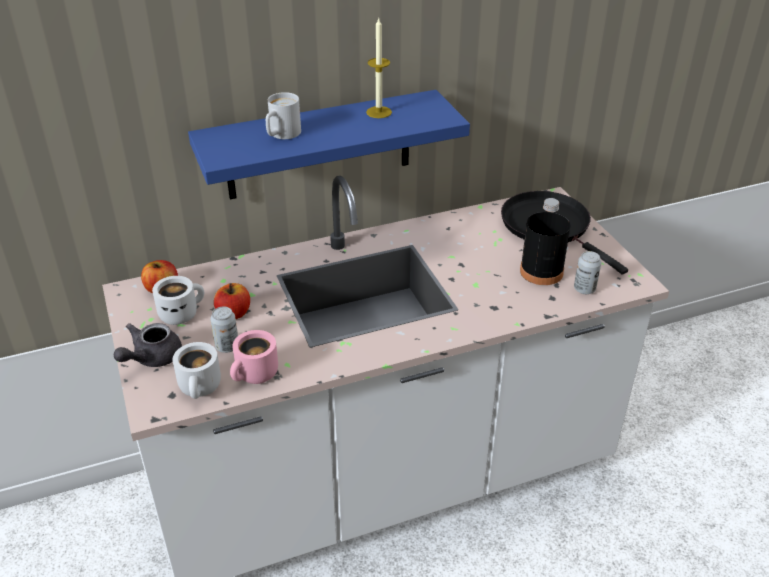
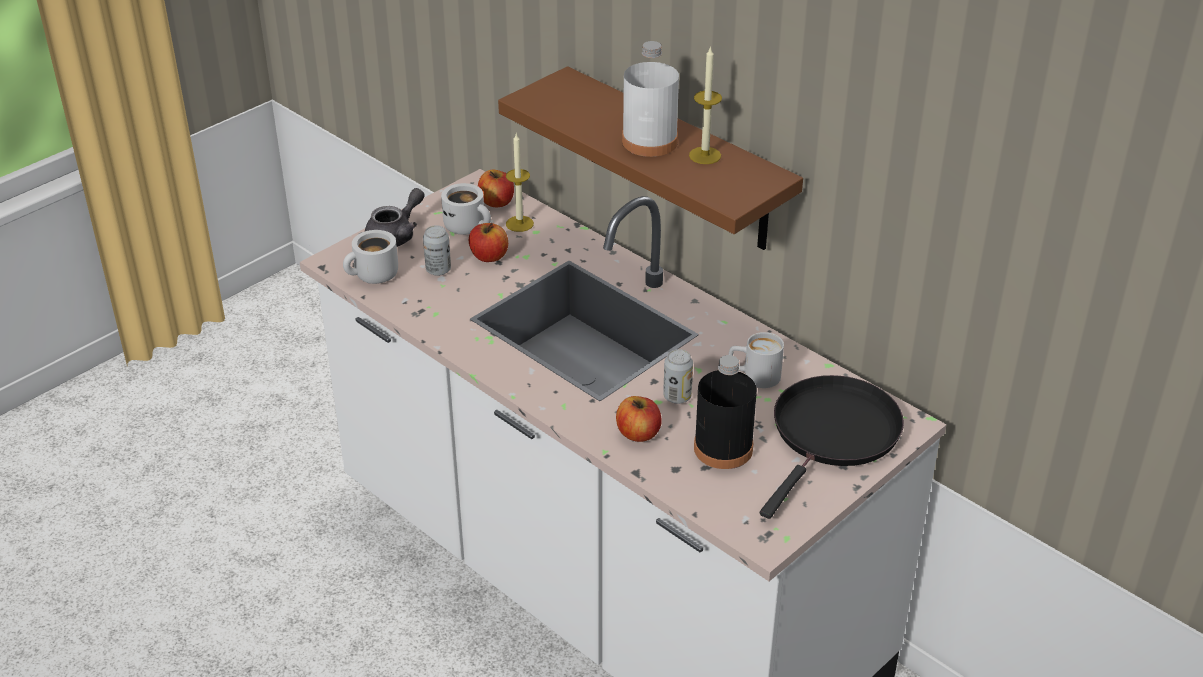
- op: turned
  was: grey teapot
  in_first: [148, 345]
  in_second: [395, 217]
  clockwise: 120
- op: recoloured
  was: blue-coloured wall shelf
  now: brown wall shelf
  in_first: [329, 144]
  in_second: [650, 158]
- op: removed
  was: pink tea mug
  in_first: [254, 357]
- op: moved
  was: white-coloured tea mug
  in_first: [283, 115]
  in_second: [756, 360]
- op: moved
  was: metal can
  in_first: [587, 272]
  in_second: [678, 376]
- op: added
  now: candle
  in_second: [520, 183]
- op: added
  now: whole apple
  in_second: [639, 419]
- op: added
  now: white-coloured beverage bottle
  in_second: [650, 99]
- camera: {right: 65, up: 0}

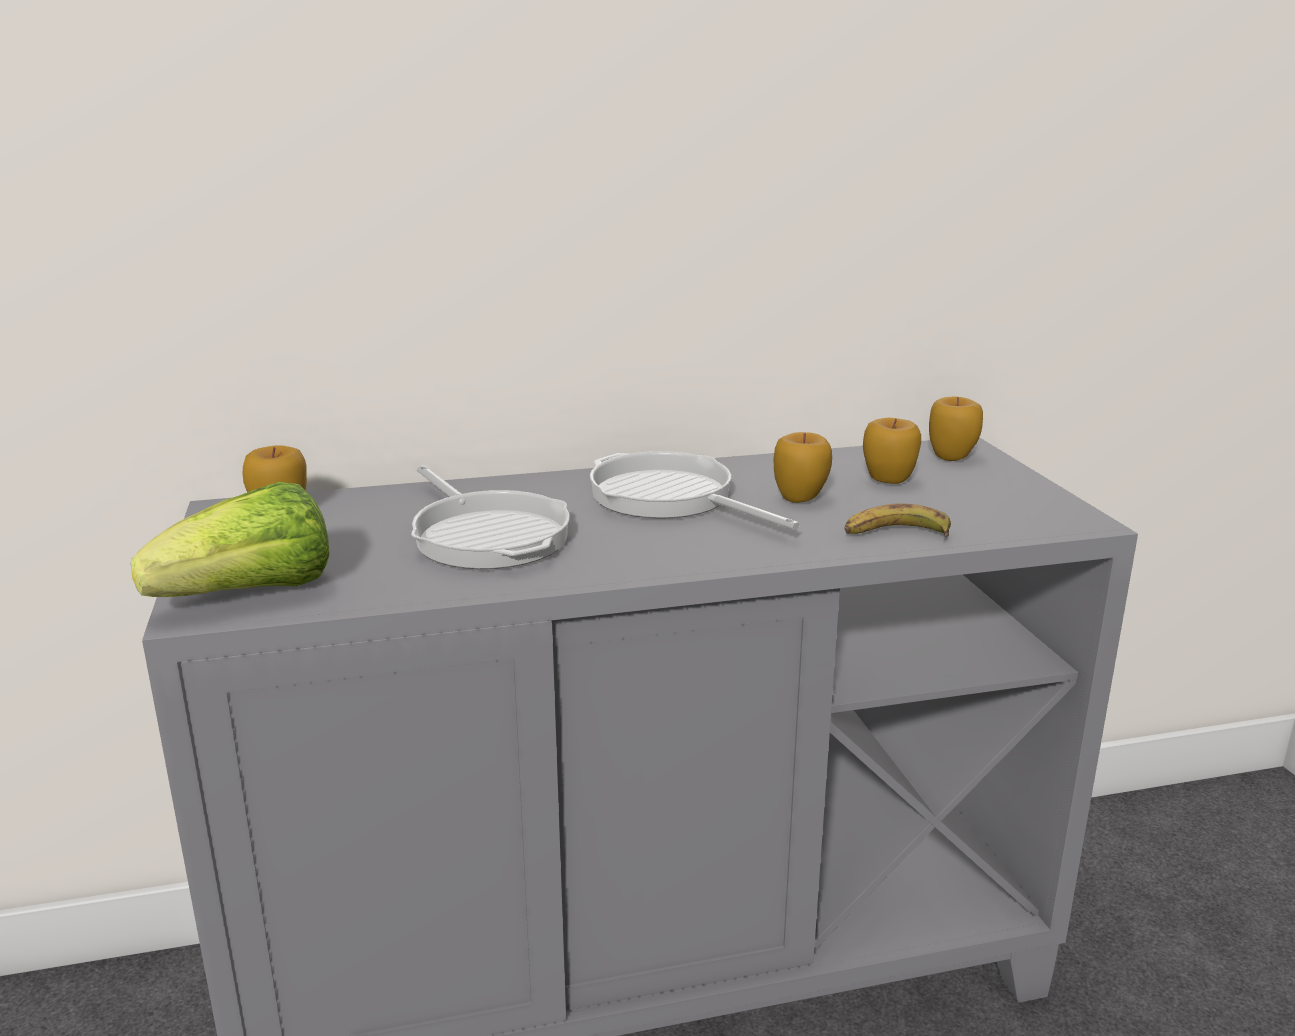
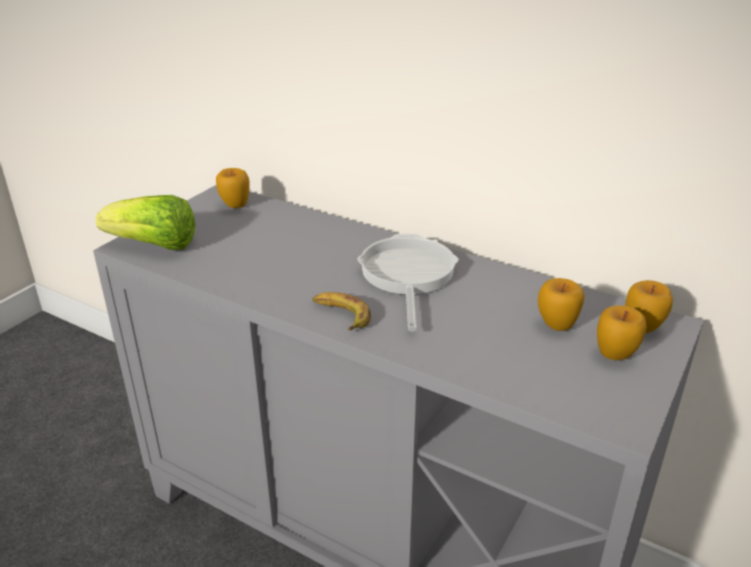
- op: removed
  was: skillet
  in_first: [490, 517]
- op: moved
  was: whole apple
  in_first: [803, 467]
  in_second: [621, 333]
- op: moved
  was: banana fruit
  in_first: [898, 520]
  in_second: [341, 311]
- camera: {right: 45, up: 10}

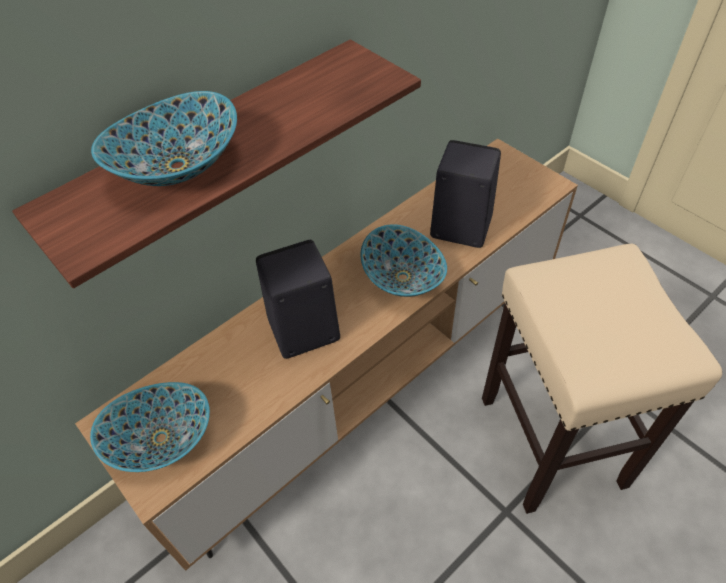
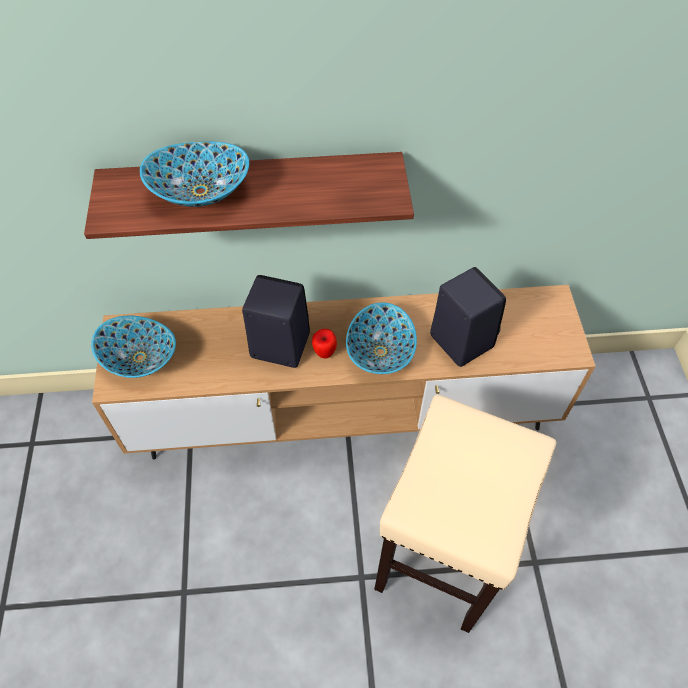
- op: added
  now: whole apple
  in_second: [324, 343]
- camera: {right: 35, up: 5}

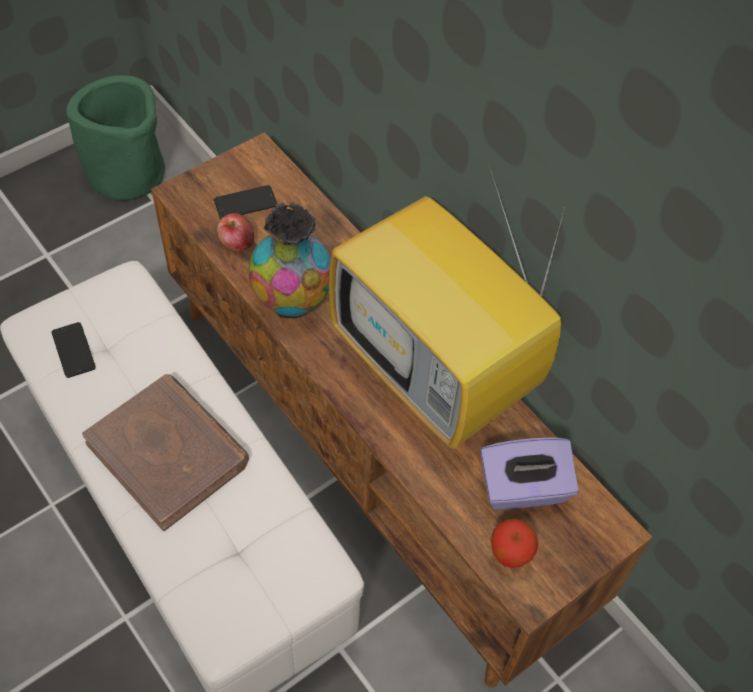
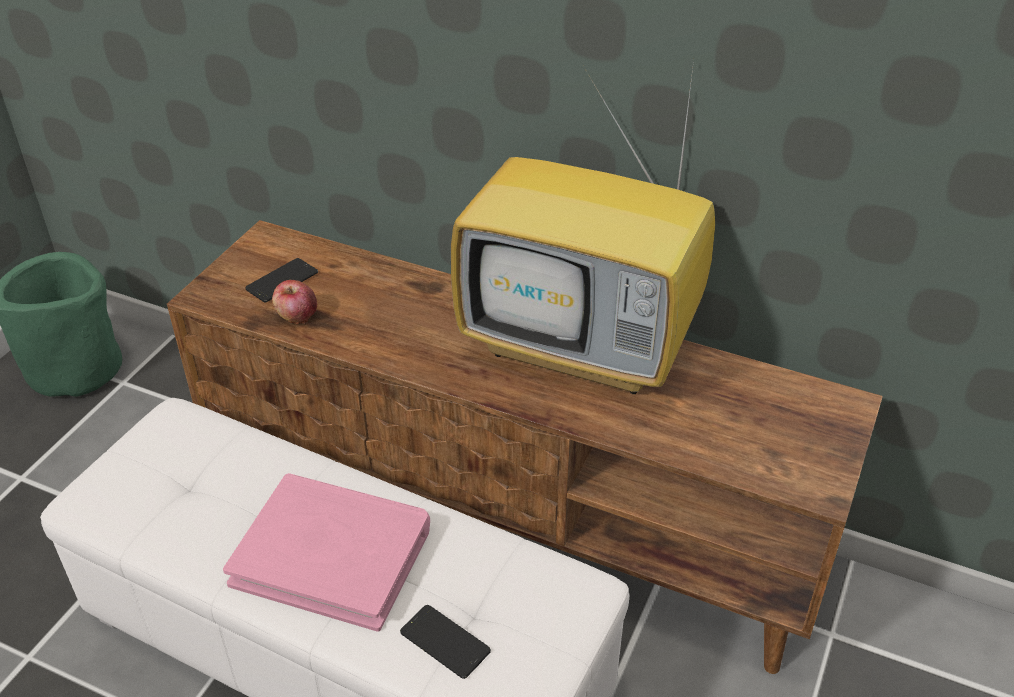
- op: moved
  was: phone
  in_first: [74, 350]
  in_second: [445, 642]
- op: recoloured
  was: brown book
  now: pink book
  in_first: [165, 452]
  in_second: [326, 552]
- op: removed
  was: flower vase
  in_first: [289, 260]
- op: removed
  was: purple-coloured tissue box
  in_first: [529, 473]
- op: removed
  was: whole apple
  in_first: [514, 543]
- camera: {right: -25, up: -15}

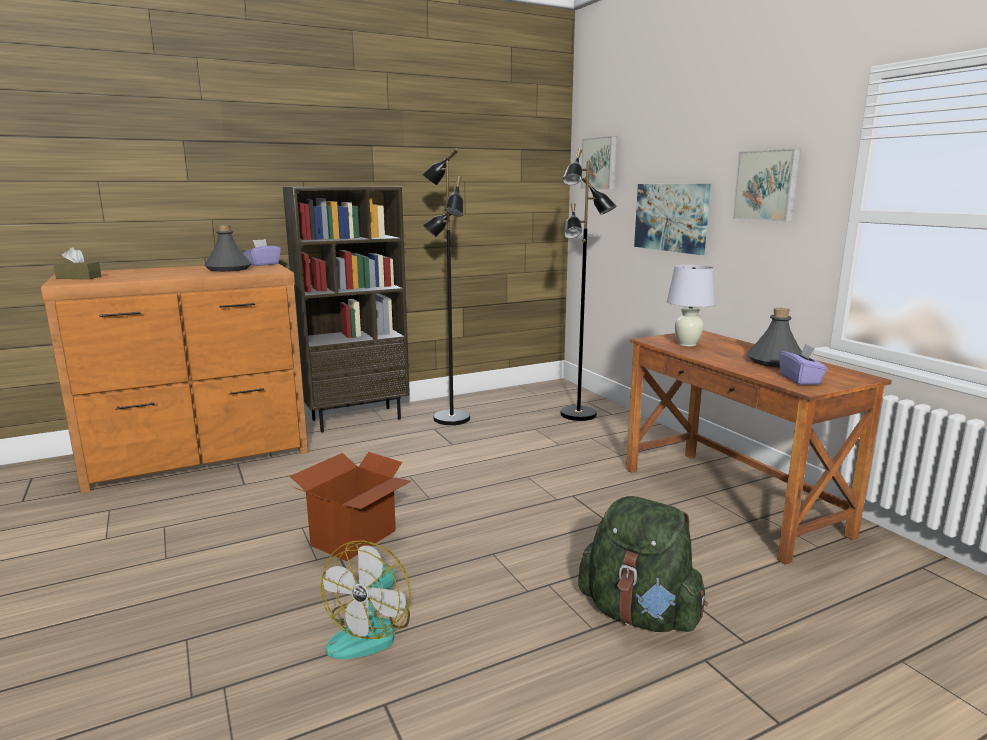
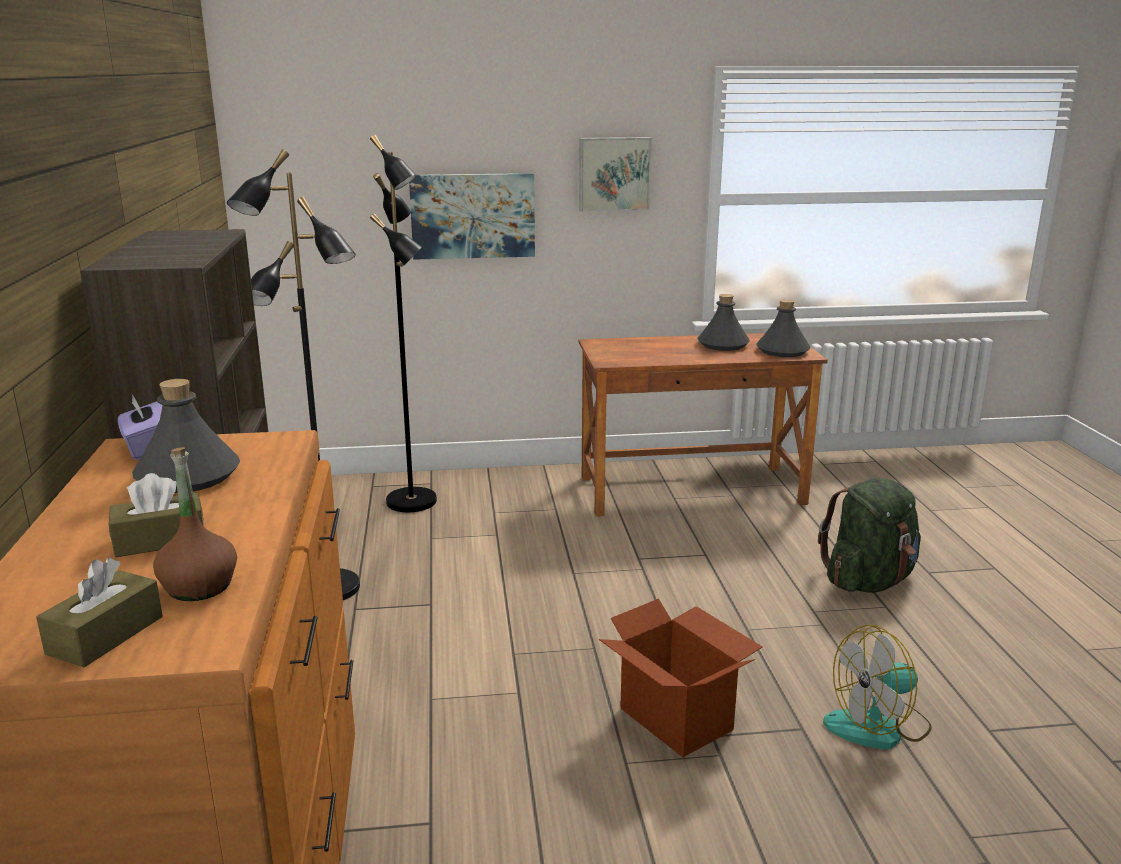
- op: turned
  was: cooling fan
  in_first: [365, 599]
  in_second: [877, 687]
  clockwise: 120
- op: removed
  was: wall art
  in_first: [599, 162]
- op: removed
  was: white-coloured tabletop lamp
  in_first: [691, 306]
- op: replaced
  was: purple-coloured tissue box
  now: grey beverage bottle
  in_first: [803, 364]
  in_second: [783, 328]
- op: added
  now: brown tissue box
  in_second: [156, 515]
- op: added
  now: brown beverage bottle
  in_second: [195, 524]
- camera: {right: -70, up: 5}

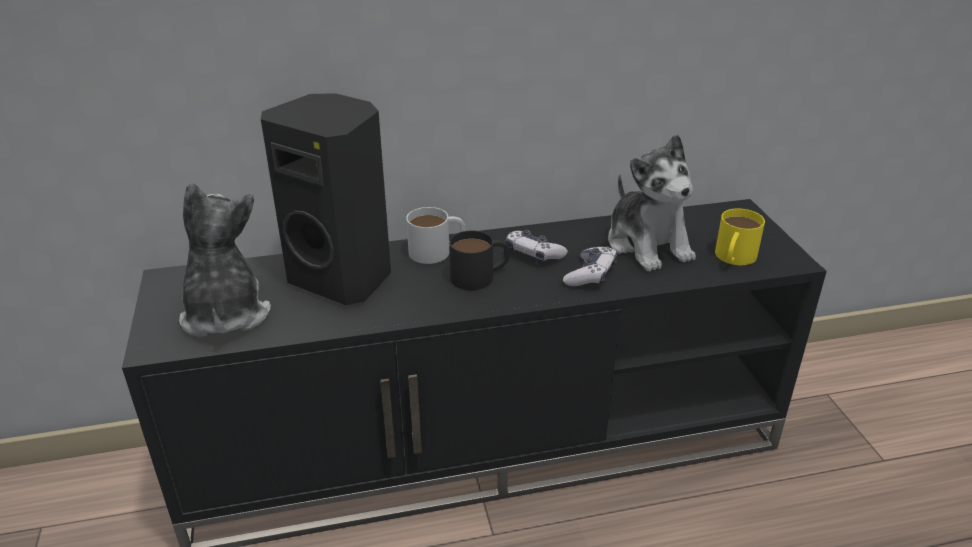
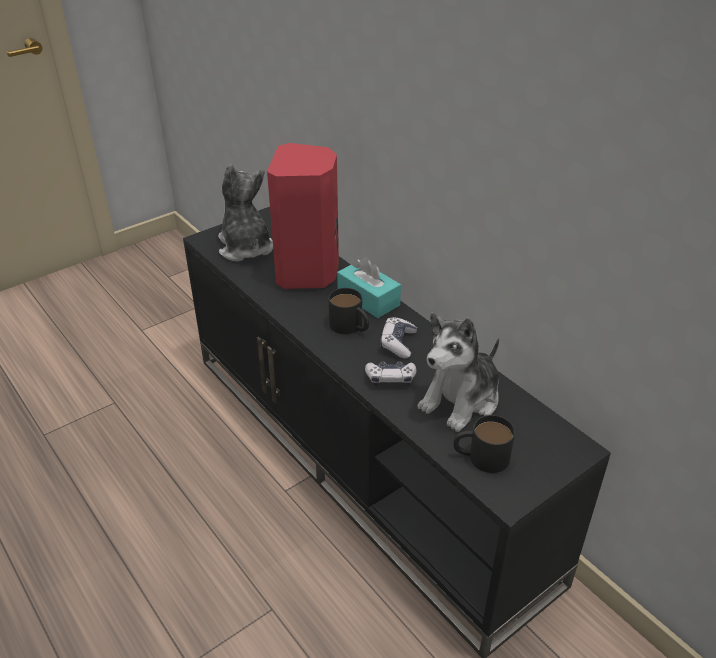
- op: turned
  was: plush toy
  in_first: [225, 260]
  in_second: [245, 213]
  clockwise: -75
- op: recoloured
  was: black-coloured speaker
  now: red speaker
  in_first: [326, 199]
  in_second: [303, 216]
- op: replaced
  was: white-coloured tea mug
  now: turquoise-coloured tissue box
  in_first: [436, 235]
  in_second: [369, 287]
- op: recoloured
  was: yellow-coloured tea mug
  now: black-coloured tea mug
  in_first: [740, 236]
  in_second: [484, 444]
- camera: {right: 65, up: 5}

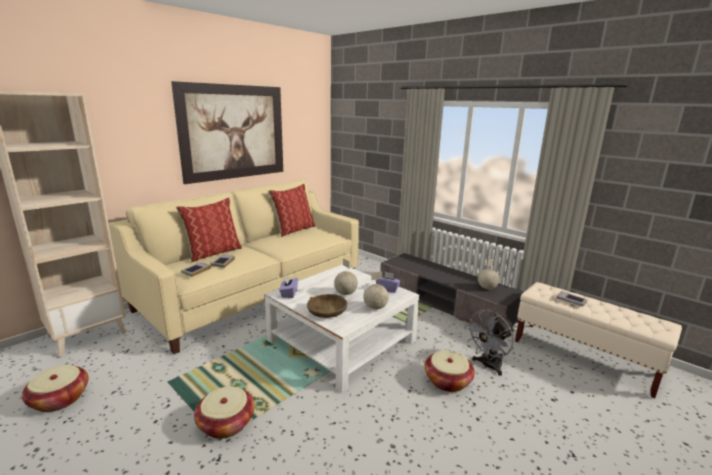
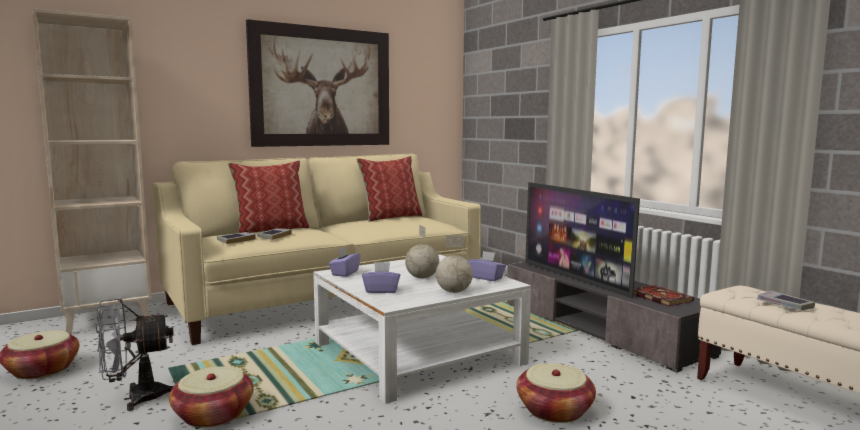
- op: replaced
  was: brown serving bowl
  now: purple-coloured tissue box
  in_first: [327, 306]
  in_second: [381, 277]
- op: moved
  was: grey cooling fan
  in_first: [489, 343]
  in_second: [135, 354]
- op: replaced
  was: world globe
  now: book
  in_first: [489, 274]
  in_second: [663, 295]
- op: added
  now: television
  in_second: [582, 240]
- camera: {right: 15, up: -10}

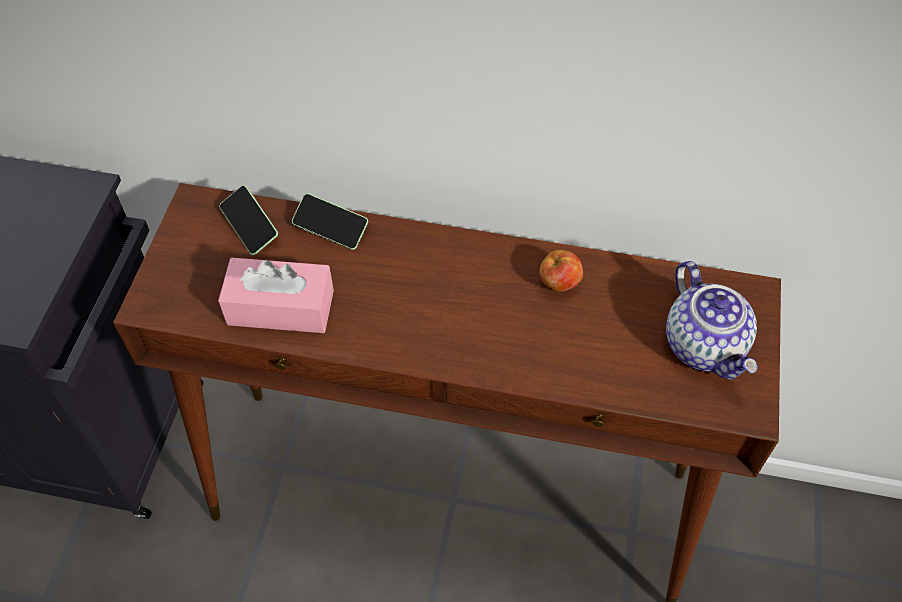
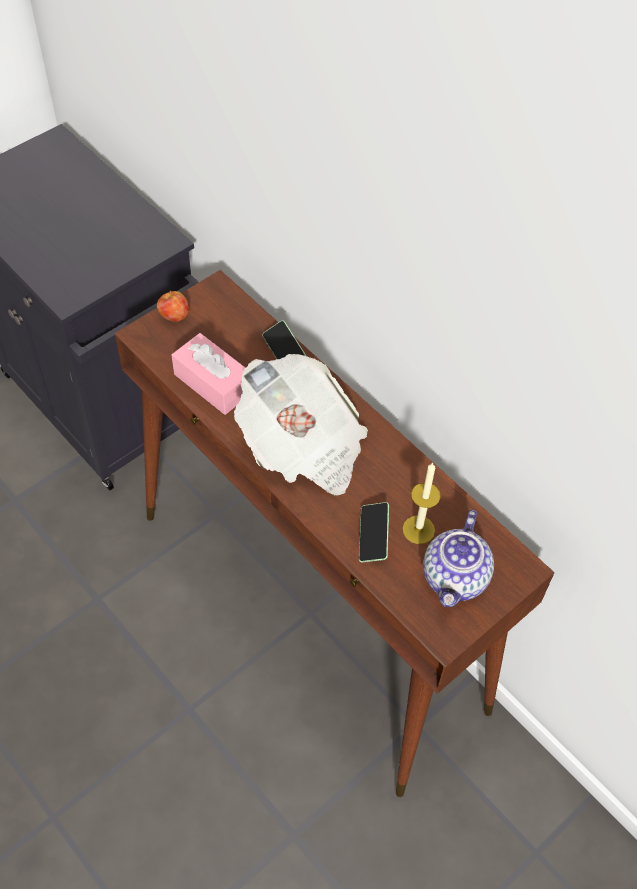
- op: moved
  was: phone
  in_first: [248, 220]
  in_second: [374, 532]
- op: moved
  was: whole apple
  in_first: [561, 270]
  in_second: [173, 306]
- op: added
  now: printed paper
  in_second: [301, 425]
- op: added
  now: candle
  in_second: [421, 503]
- camera: {right: 35, up: 0}

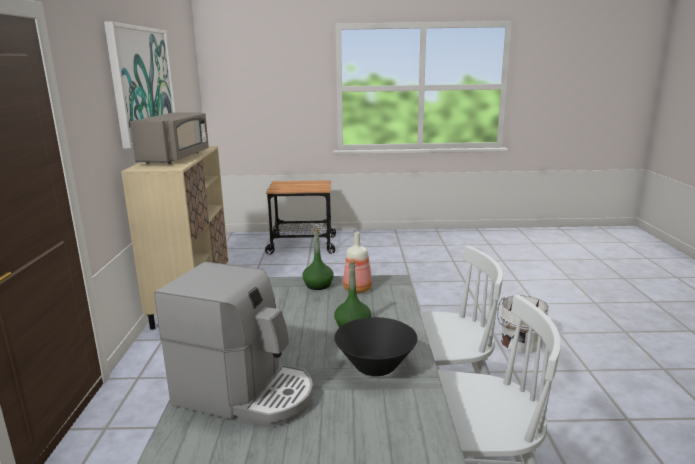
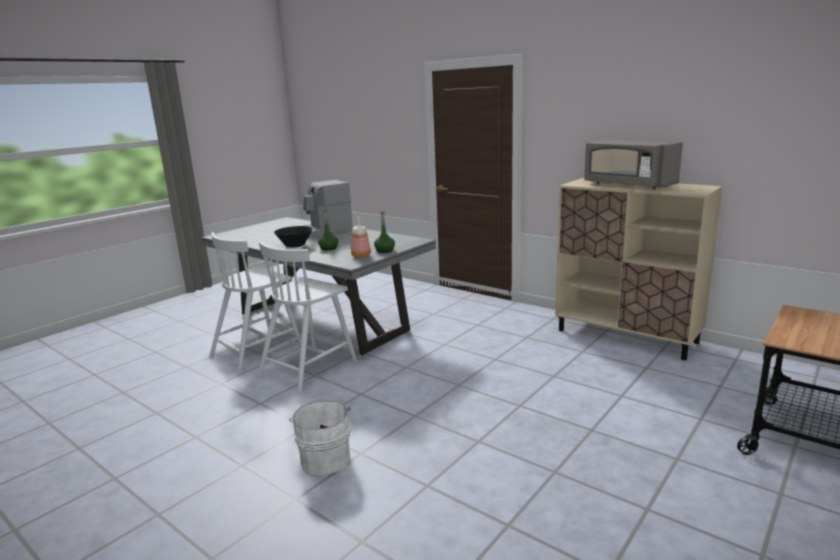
- op: removed
  was: wall art
  in_first: [140, 85]
- camera: {right: 130, up: 0}

